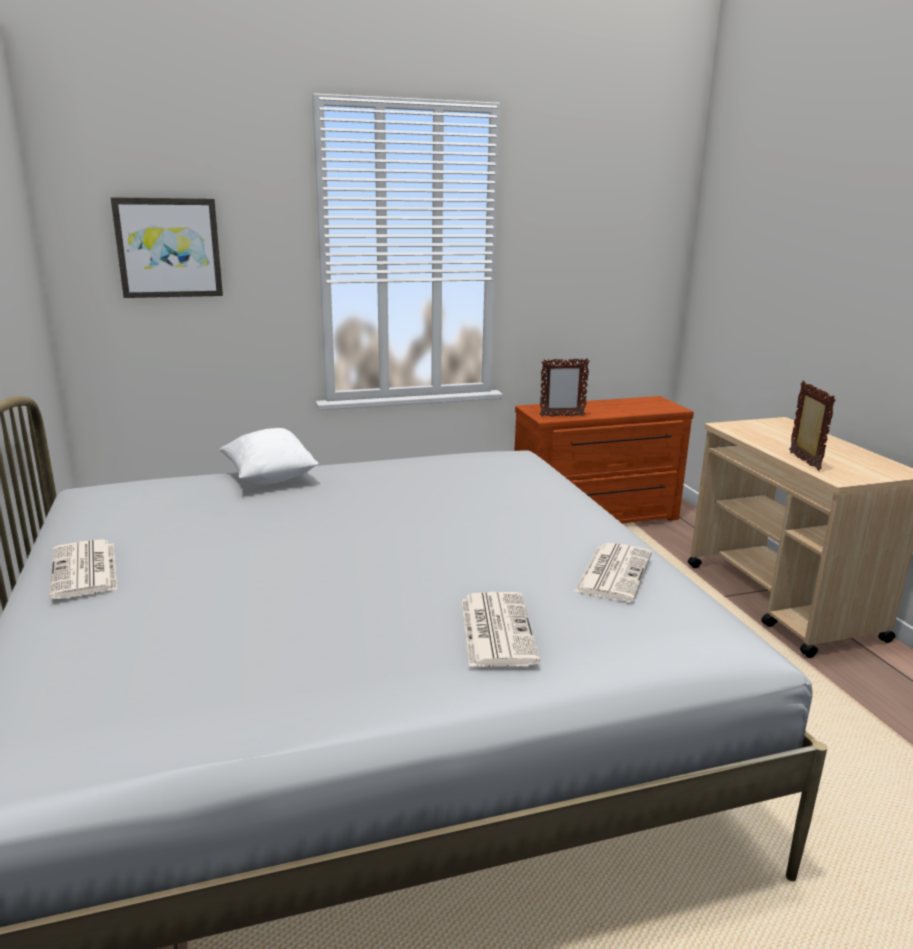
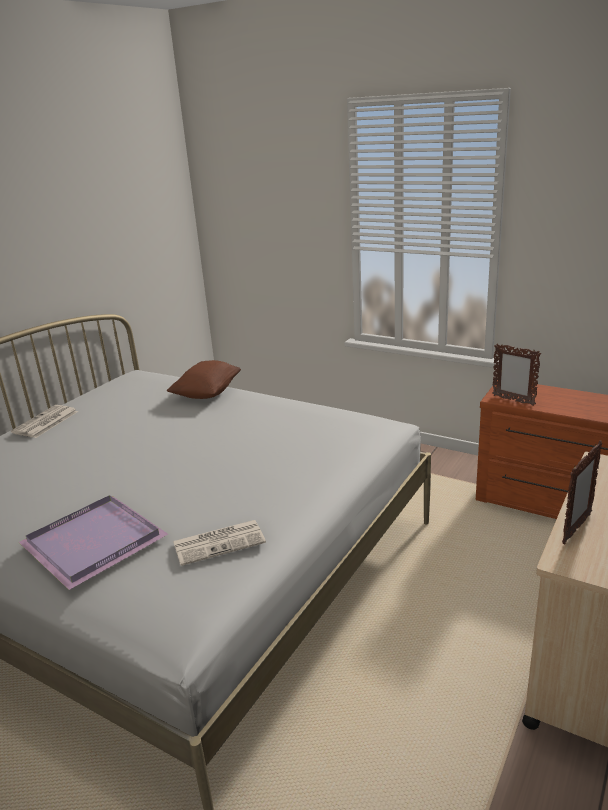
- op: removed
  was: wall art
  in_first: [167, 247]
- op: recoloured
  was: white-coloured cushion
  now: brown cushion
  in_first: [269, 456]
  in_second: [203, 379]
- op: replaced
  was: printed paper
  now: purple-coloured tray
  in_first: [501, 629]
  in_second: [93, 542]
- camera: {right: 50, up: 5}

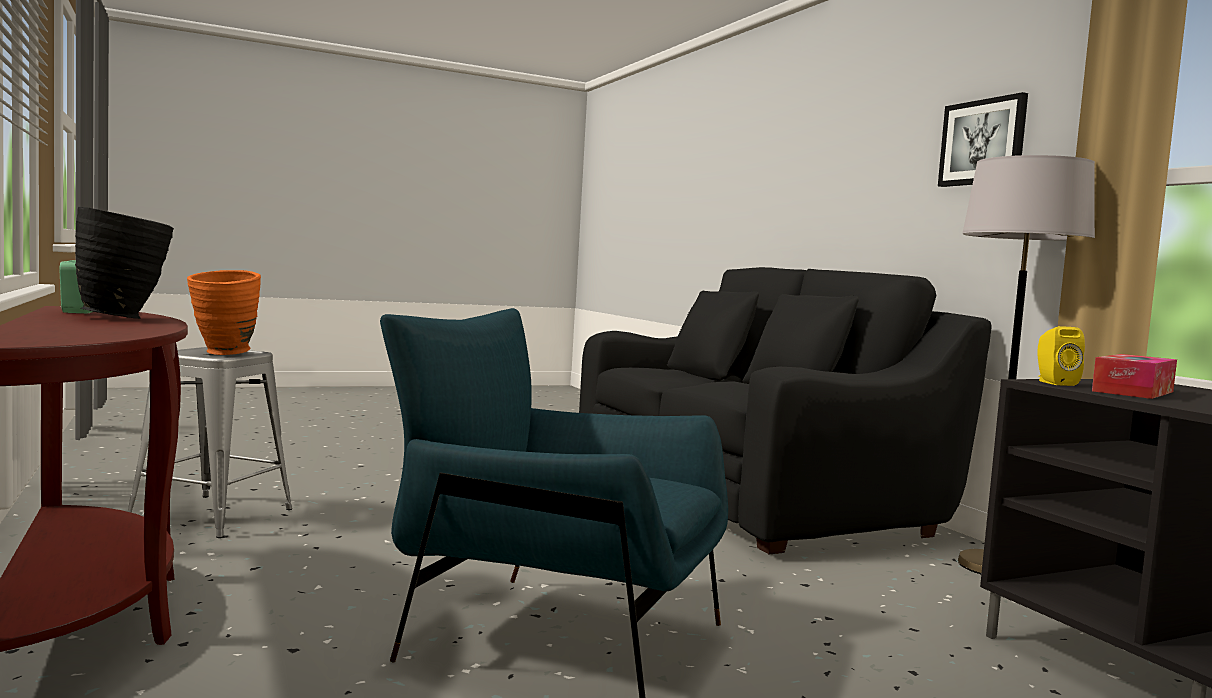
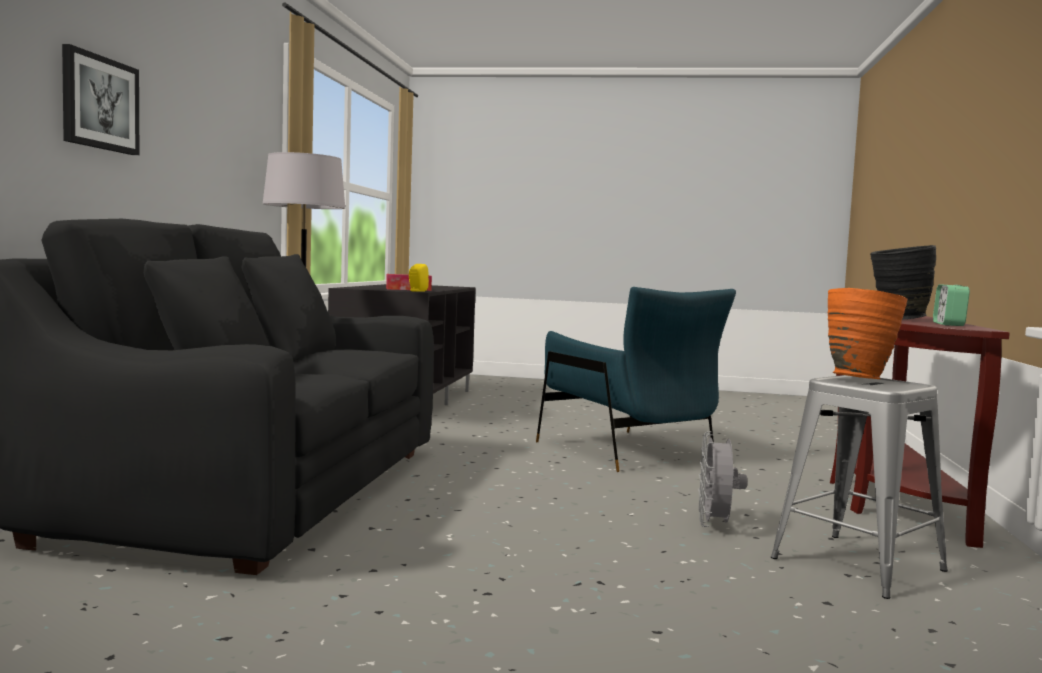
- op: moved
  was: wall art
  in_first: [983, 139]
  in_second: [100, 99]
- op: added
  now: grey cooling fan
  in_second: [722, 479]
- camera: {right: -145, up: 0}

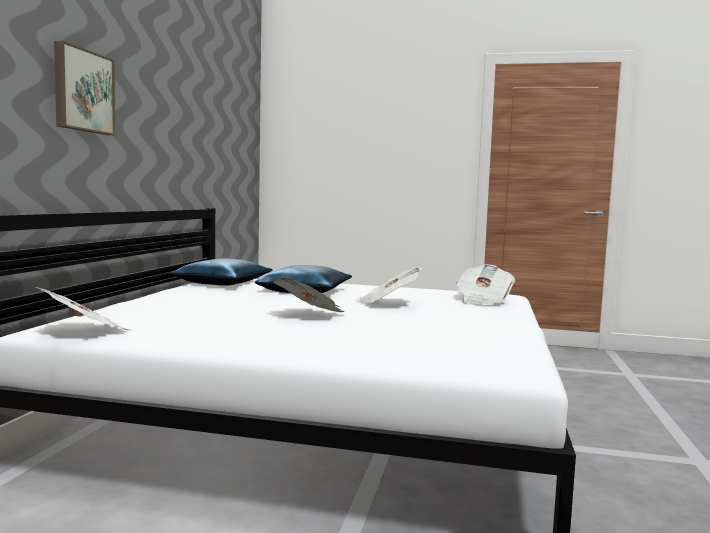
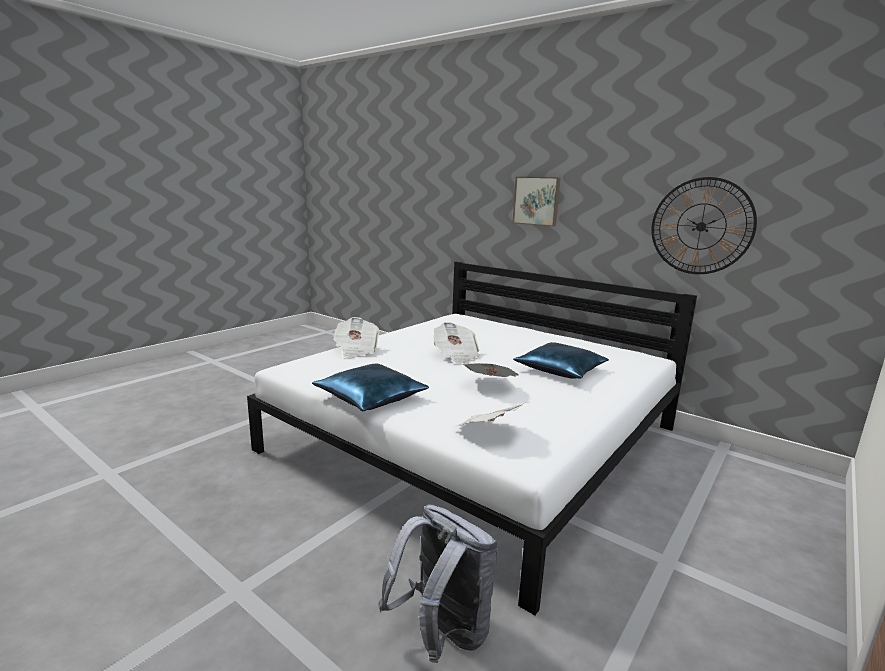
- op: moved
  was: printed paper
  in_first: [82, 308]
  in_second: [356, 337]
- op: moved
  was: blue-coloured cushion
  in_first: [222, 272]
  in_second: [370, 387]
- op: added
  now: grey rucksack
  in_second: [438, 584]
- op: added
  now: hanging clock
  in_second: [704, 225]
- camera: {right: 115, up: 10}

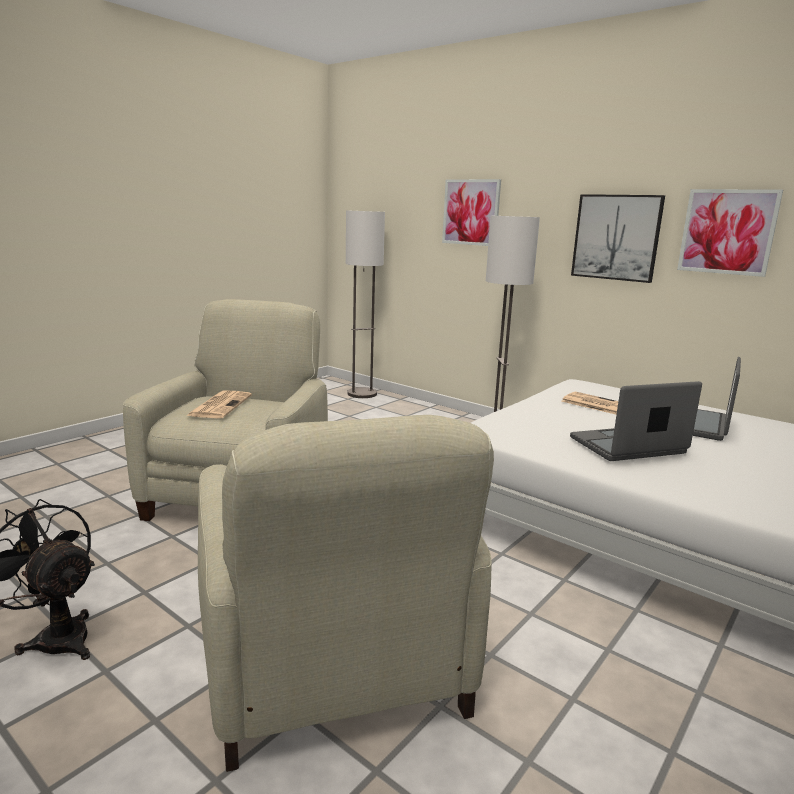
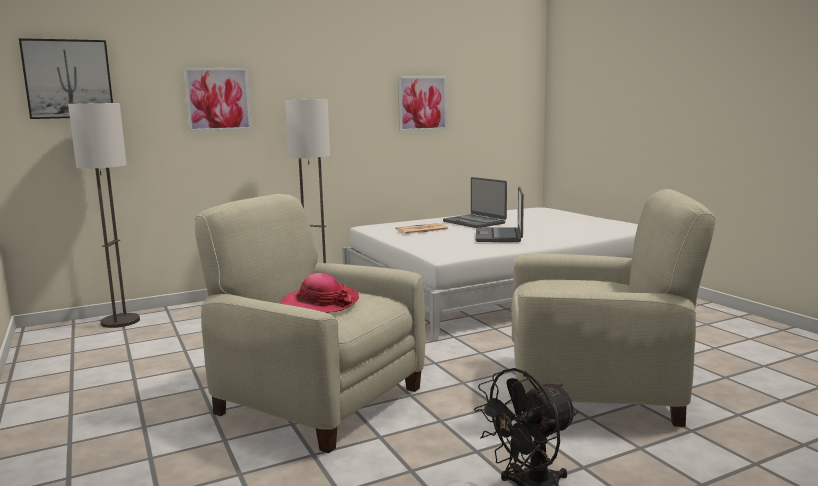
- op: replaced
  was: printed paper
  now: hat
  in_first: [219, 404]
  in_second: [319, 293]
- op: moved
  was: wall art
  in_first: [618, 238]
  in_second: [66, 78]
- camera: {right: -65, up: -5}

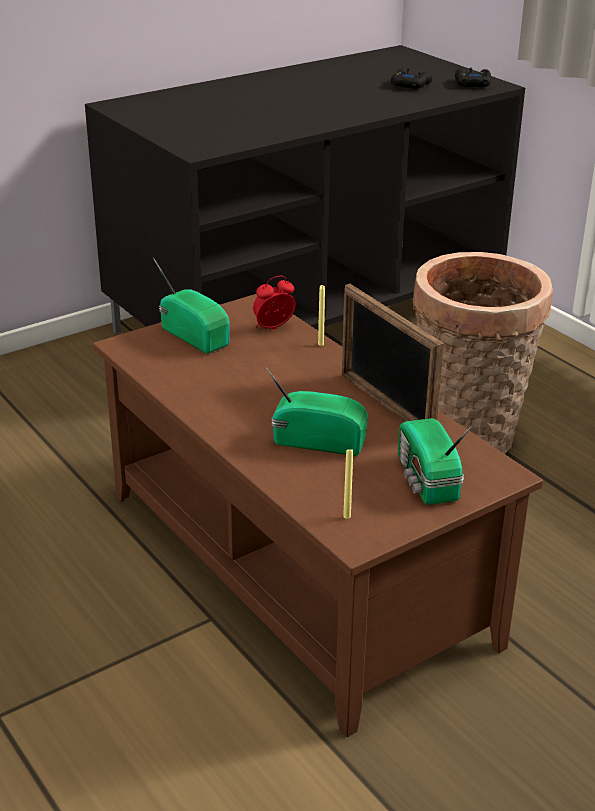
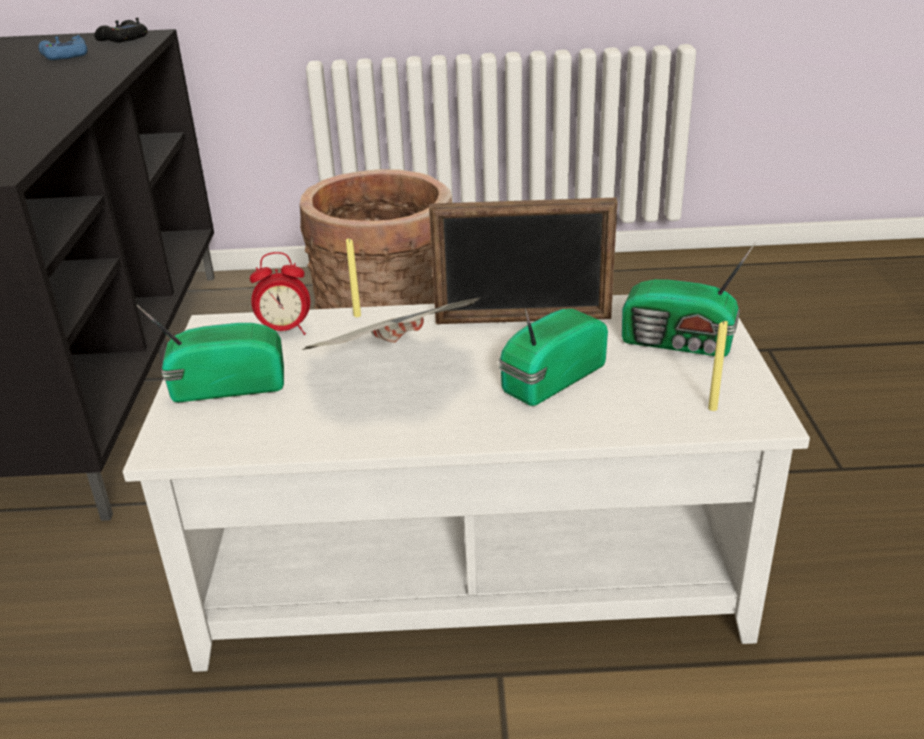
- op: recoloured
  was: brown coffee table
  now: white-coloured coffee table
  in_first: [318, 515]
  in_second: [466, 483]
- op: turned
  was: alarm clock
  in_first: [274, 303]
  in_second: [280, 293]
  clockwise: -105
- op: recoloured
  was: black-coloured joypad
  now: blue-coloured joypad
  in_first: [411, 78]
  in_second: [63, 47]
- op: added
  now: printed paper
  in_second: [391, 324]
- camera: {right: -55, up: 0}

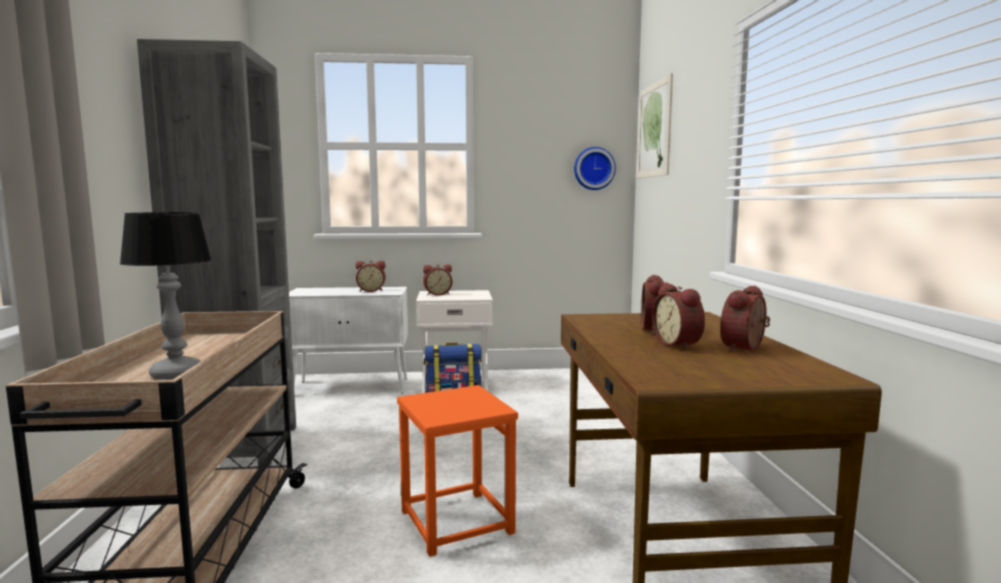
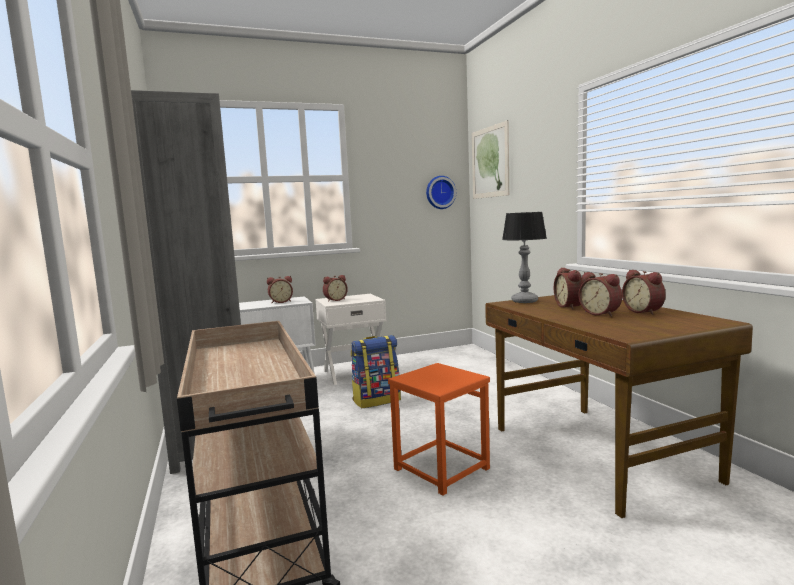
- op: moved
  was: tabletop lamp
  in_first: [165, 296]
  in_second: [524, 257]
- op: turned
  was: alarm clock
  in_first: [745, 319]
  in_second: [644, 292]
  clockwise: -45
- camera: {right: -15, up: 0}

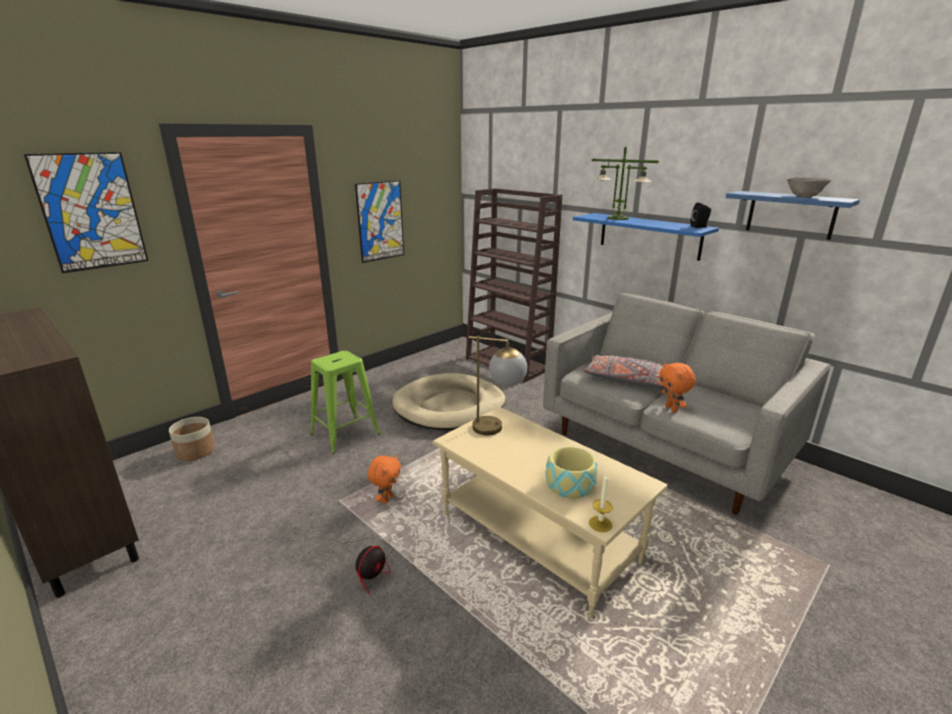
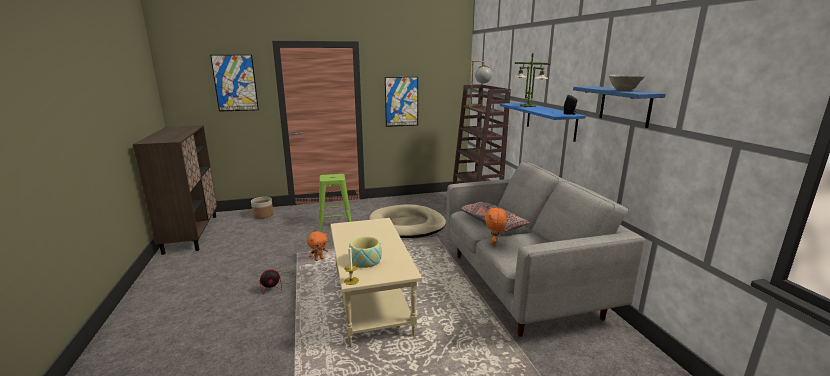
- op: moved
  was: tabletop lamp
  in_first: [498, 385]
  in_second: [480, 84]
- camera: {right: 30, up: -5}

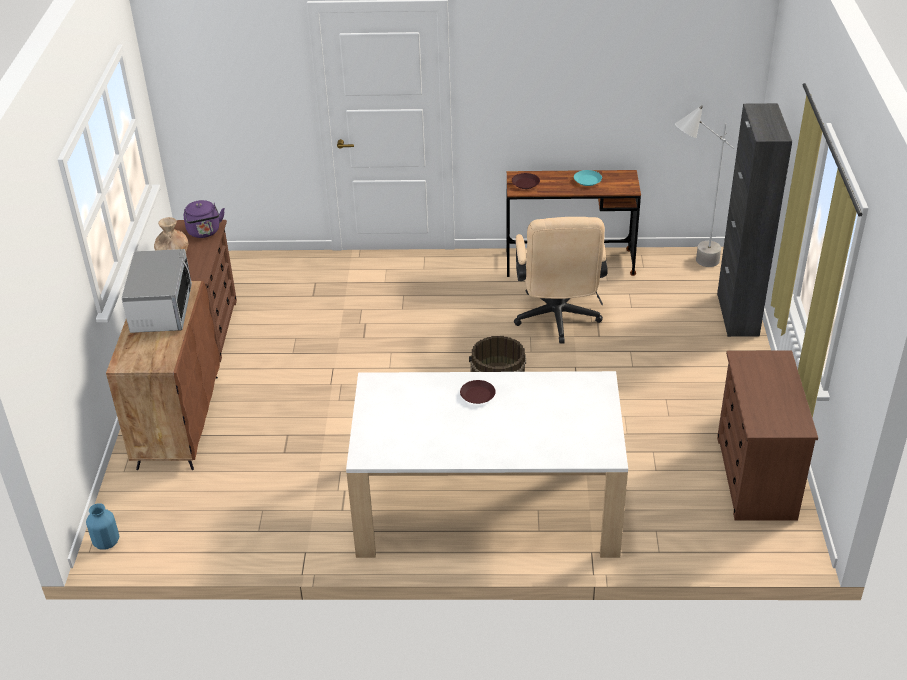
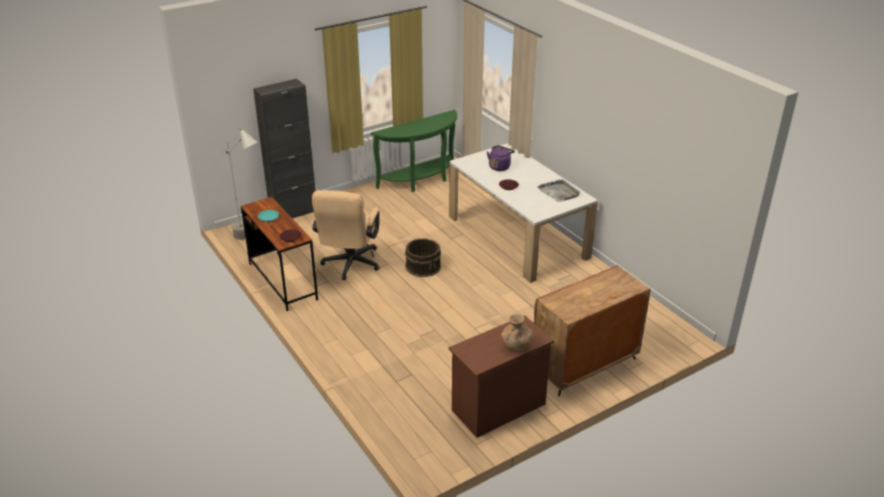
- op: removed
  was: blue-coloured flower vase
  in_first: [102, 526]
- op: removed
  was: microwave
  in_first: [157, 291]
- op: moved
  was: purple-coloured tea kettle
  in_first: [204, 219]
  in_second: [501, 158]
- op: turned
  was: beige desk chair
  in_first: [561, 280]
  in_second: [346, 235]
  clockwise: 135
- op: replaced
  was: brown drawer chest
  now: greenish console table
  in_first: [767, 435]
  in_second: [414, 151]
- op: added
  now: grey tray
  in_second: [558, 190]
- camera: {right: -125, up: -5}

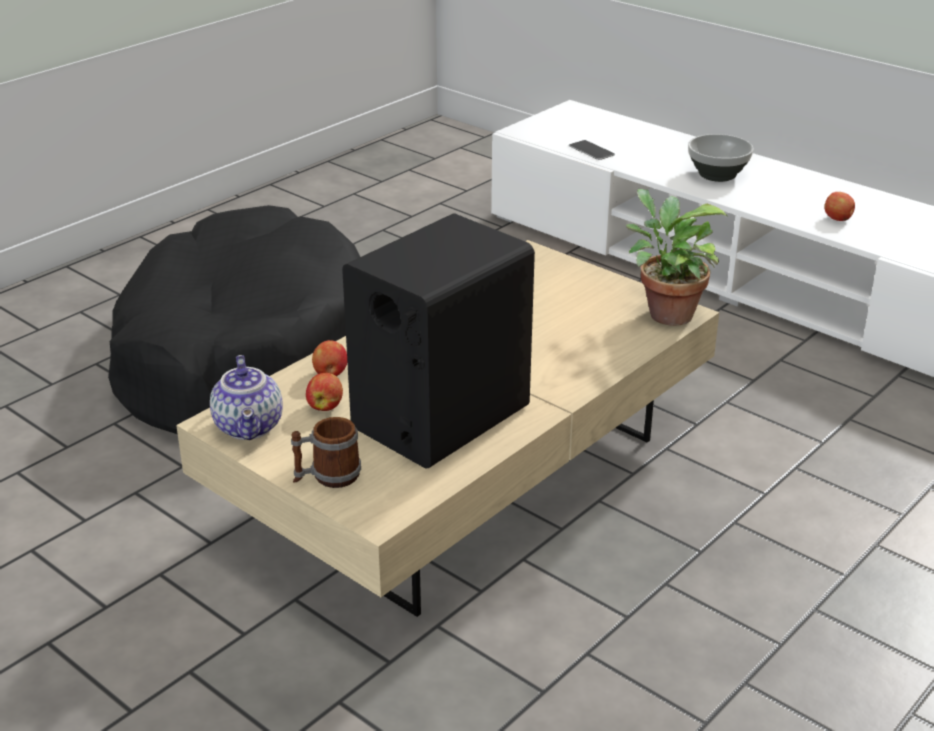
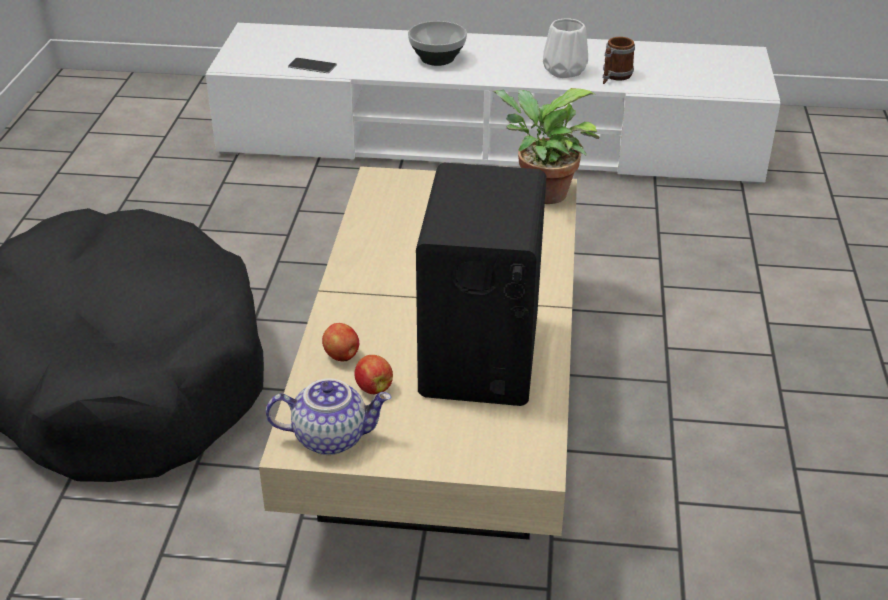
- op: turned
  was: teapot
  in_first: [246, 397]
  in_second: [328, 416]
  clockwise: -45
- op: moved
  was: tea mug
  in_first: [326, 452]
  in_second: [619, 60]
- op: replaced
  was: whole apple
  now: white-coloured flower vase
  in_first: [839, 206]
  in_second: [565, 48]
- camera: {right: -35, up: 5}

